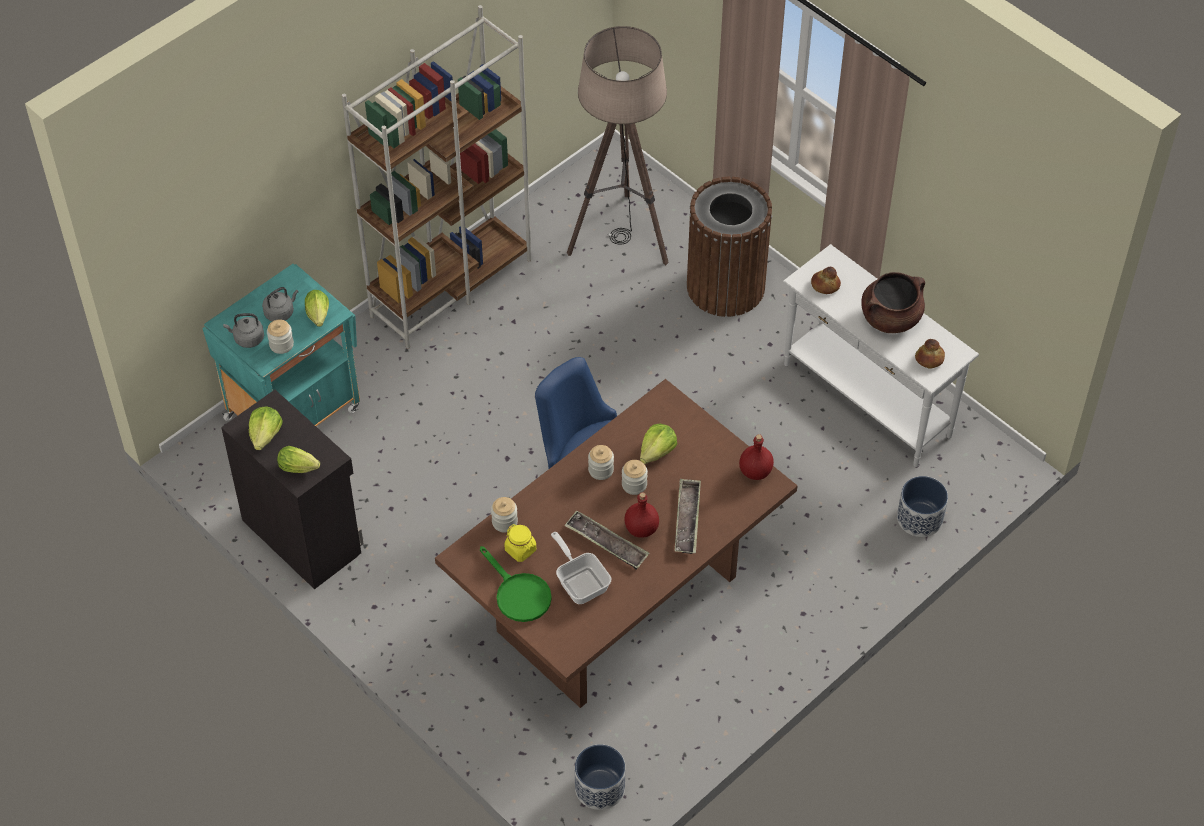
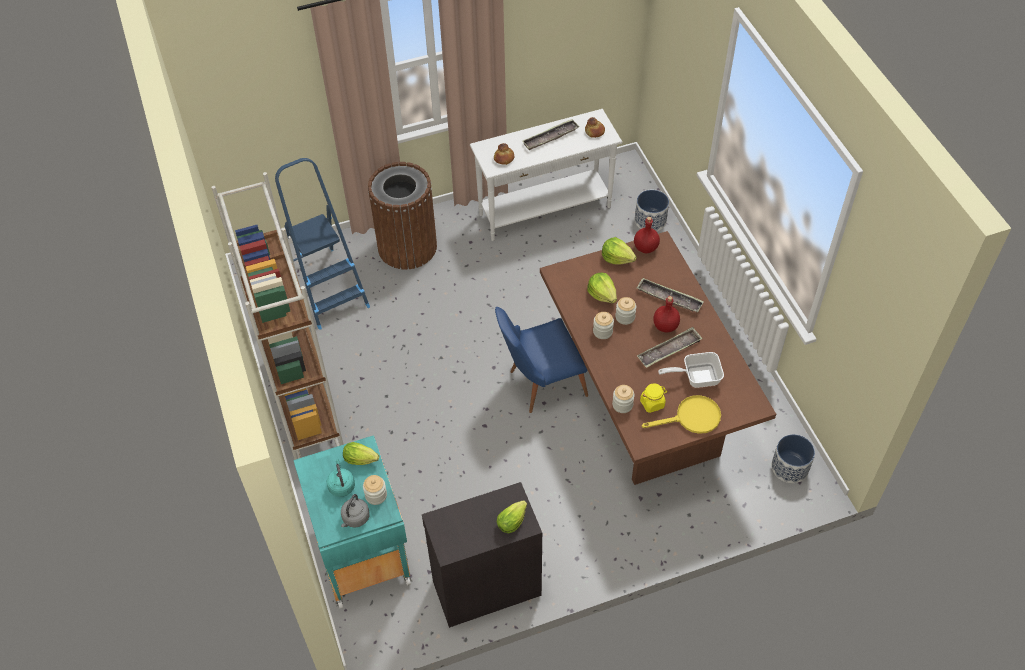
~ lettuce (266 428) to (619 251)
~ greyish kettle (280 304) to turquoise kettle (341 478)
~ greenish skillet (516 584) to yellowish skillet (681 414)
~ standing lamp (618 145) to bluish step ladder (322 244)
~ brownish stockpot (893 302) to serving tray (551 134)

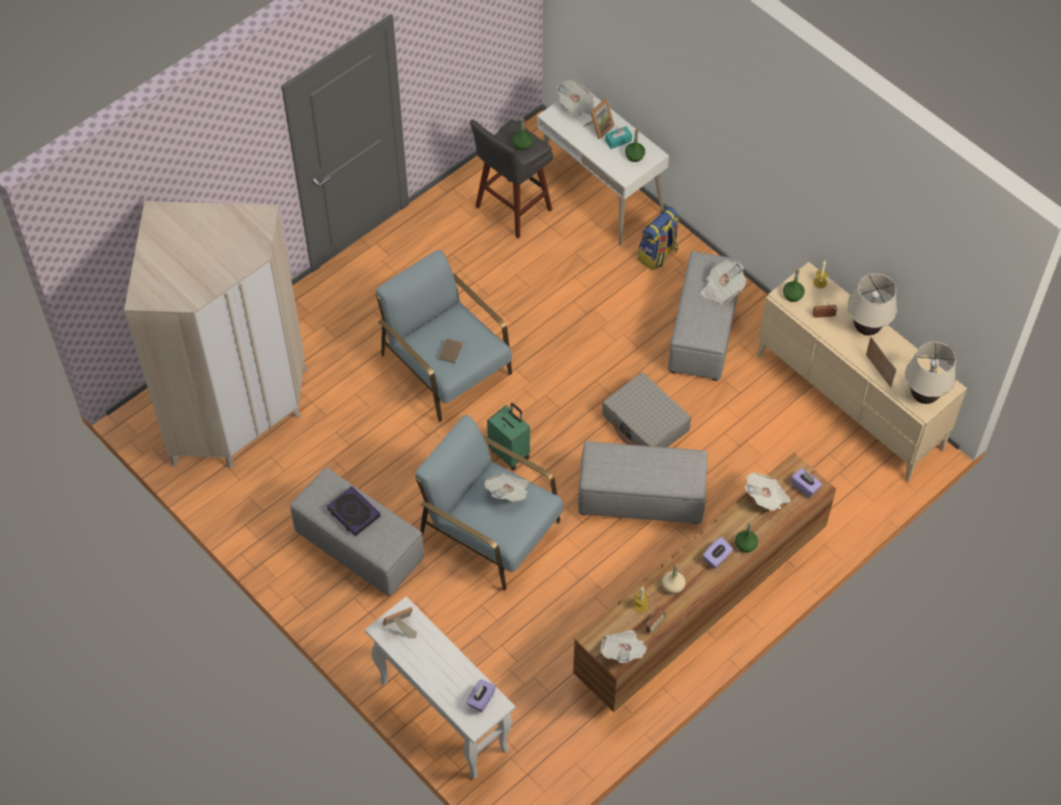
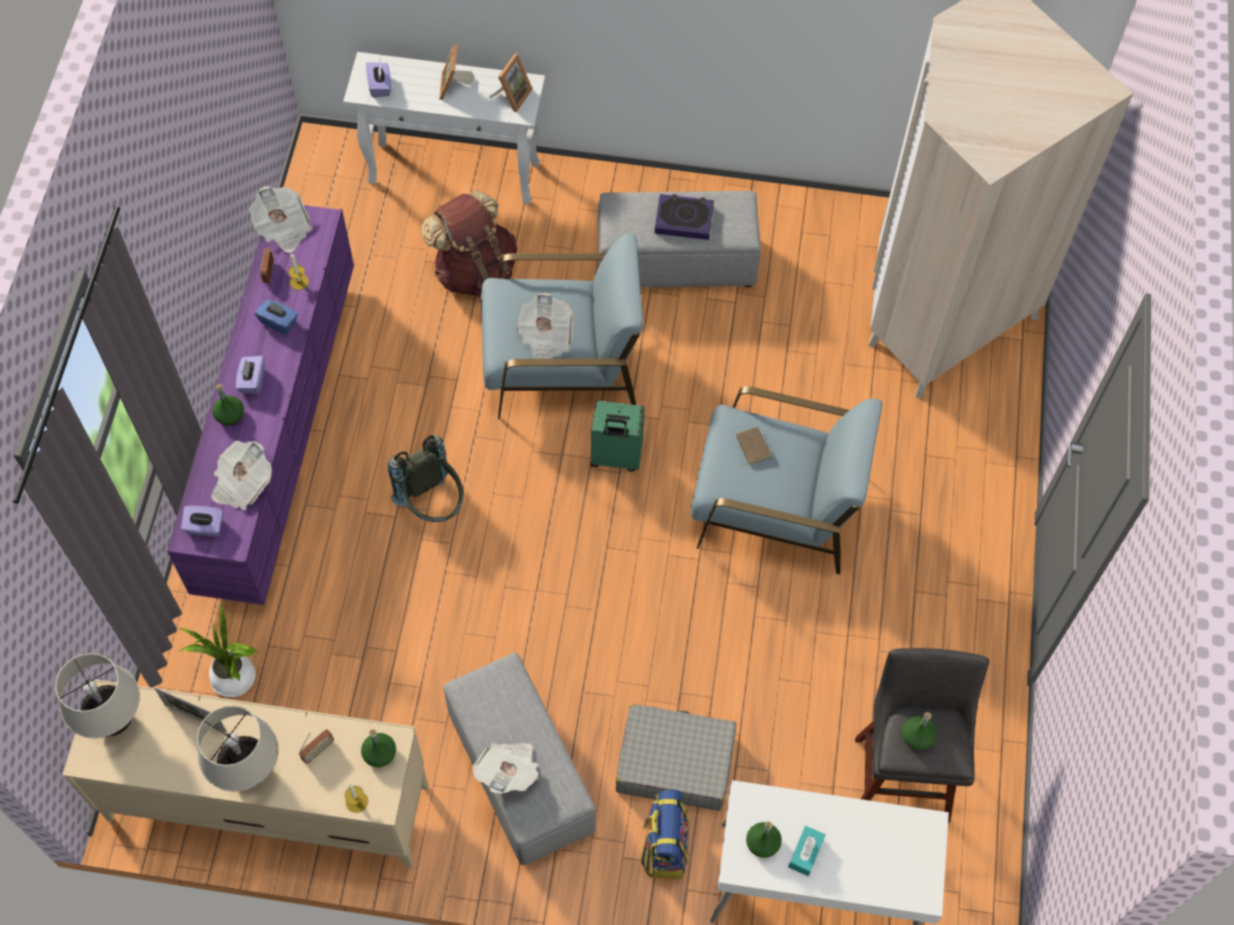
- printed paper (575 98)
~ brownish cabinet (704 582) to purple-coloured cabinet (260 405)
~ greyish ottoman (642 482) to greyish backpack (426 478)
~ picture frame (599 118) to (457 72)
~ greyish travel case (646 410) to (675 757)
~ beige-coloured drink bottle (674 578) to bluish tissue holder (276 316)
+ plant in a pot (218 650)
+ brownish backpack (469 243)

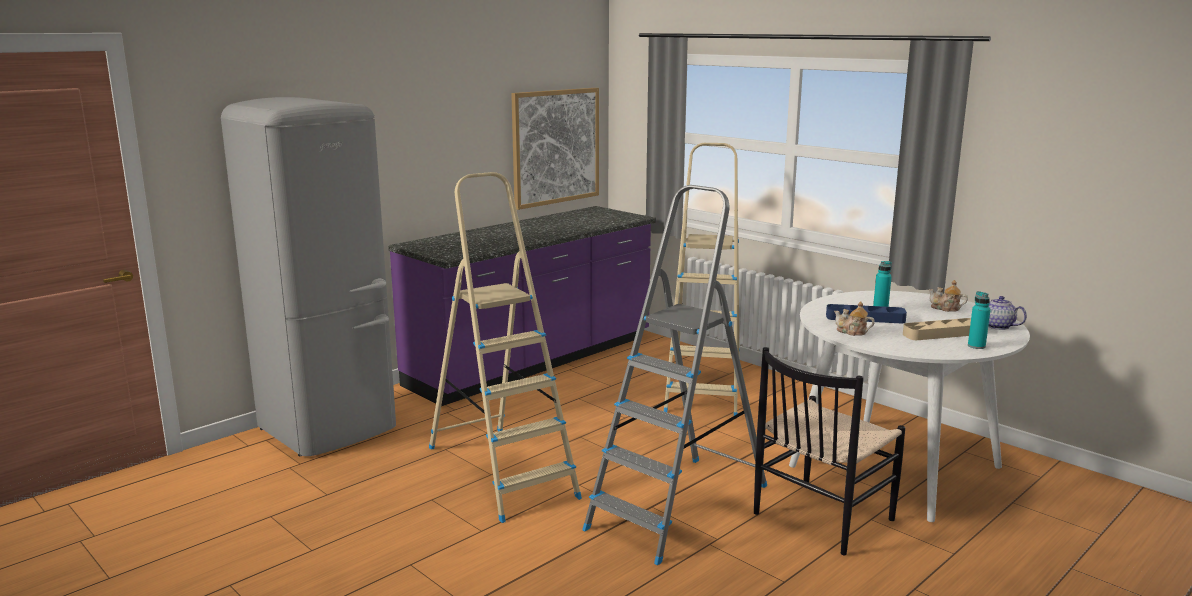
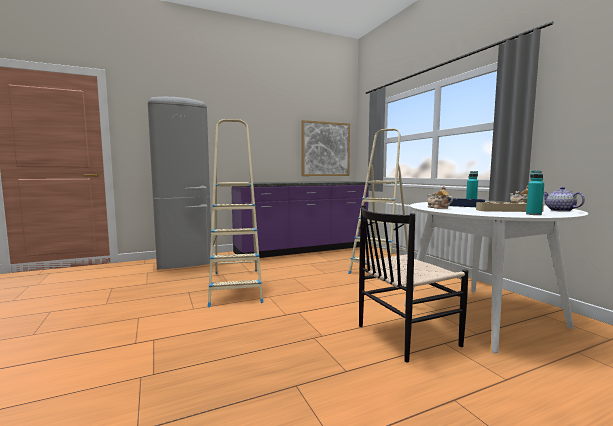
- greyish step ladder (674 375)

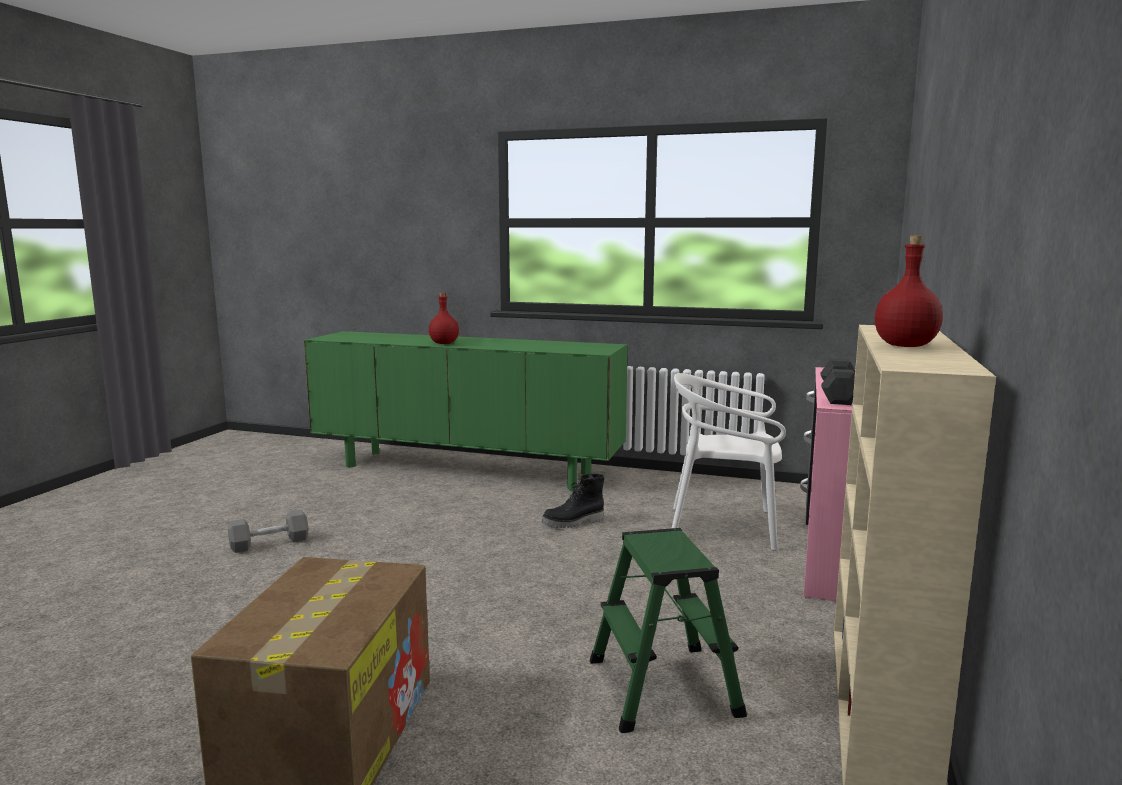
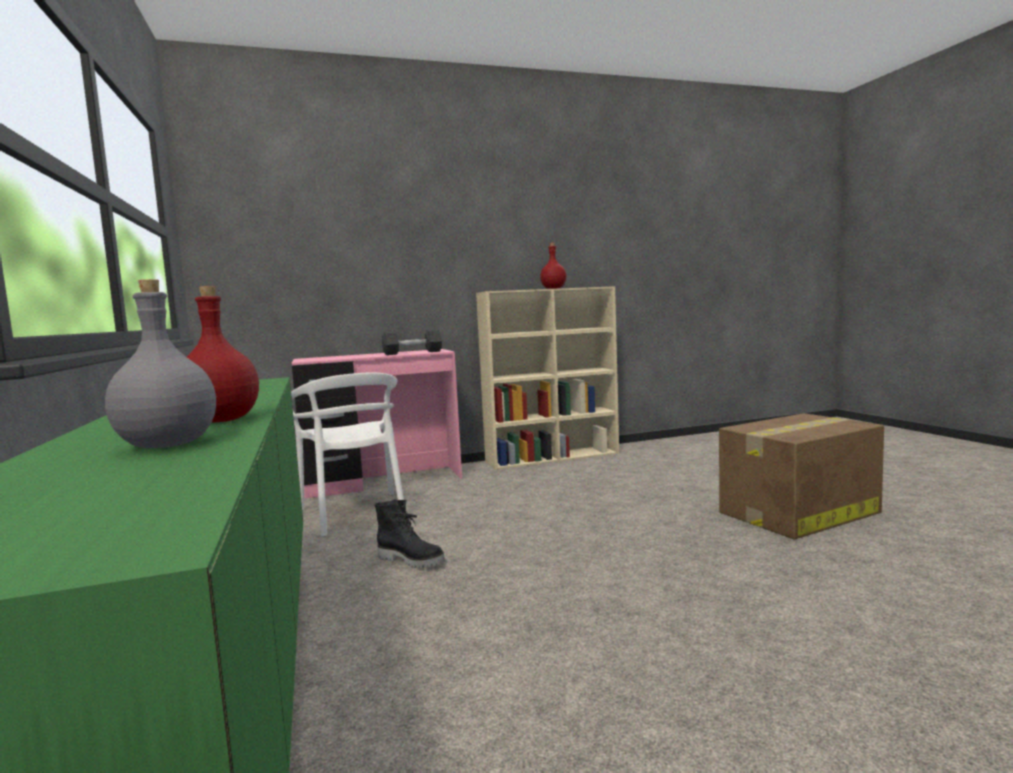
- greyish hand weight (268 531)
- greenish step ladder (668 630)
+ greyish drink bottle (160 363)

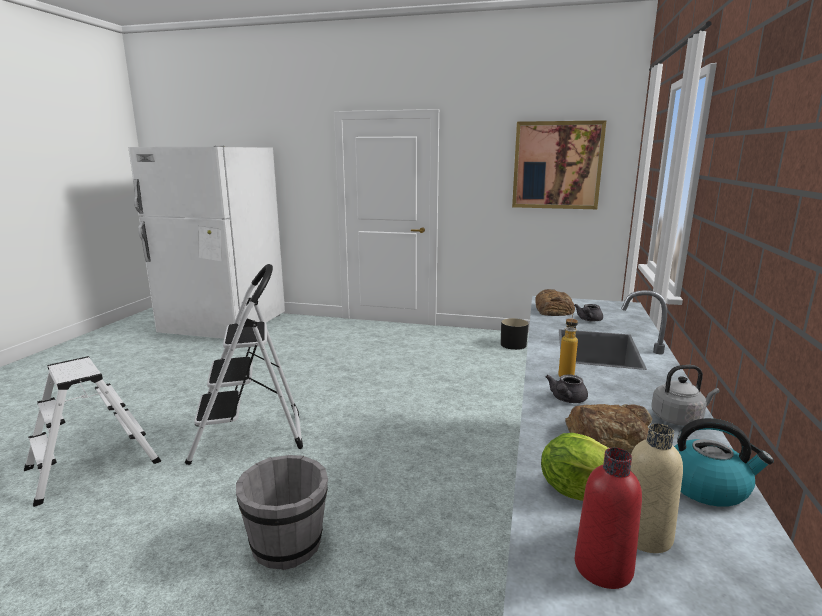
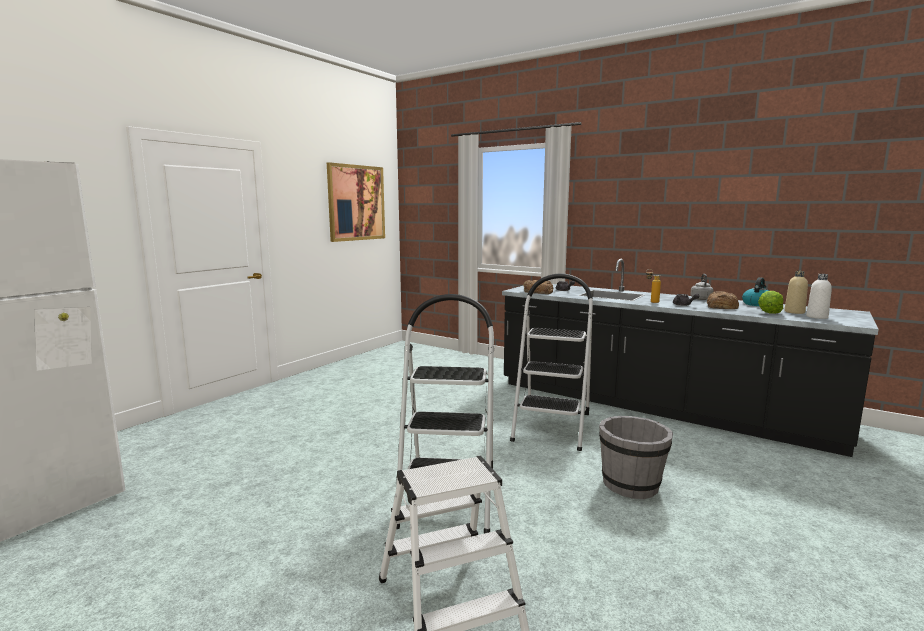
- black-coloured flower pot (515 334)
~ red drink bottle (608 518) to white drink bottle (819 296)
+ step ladder (551 362)

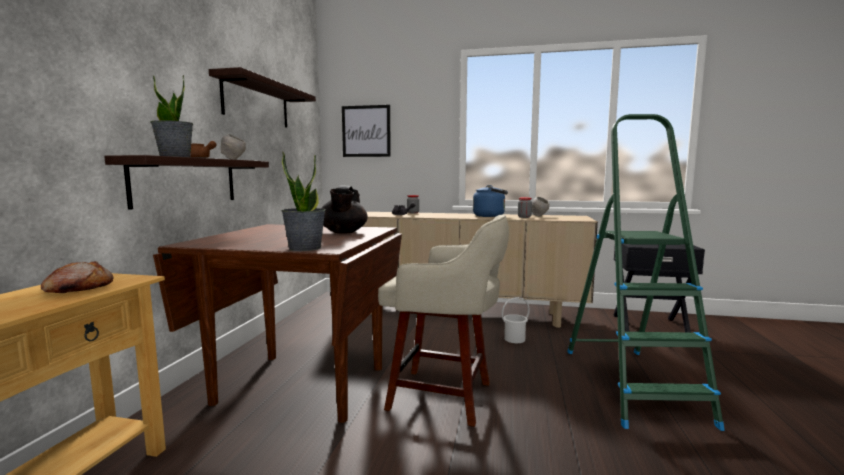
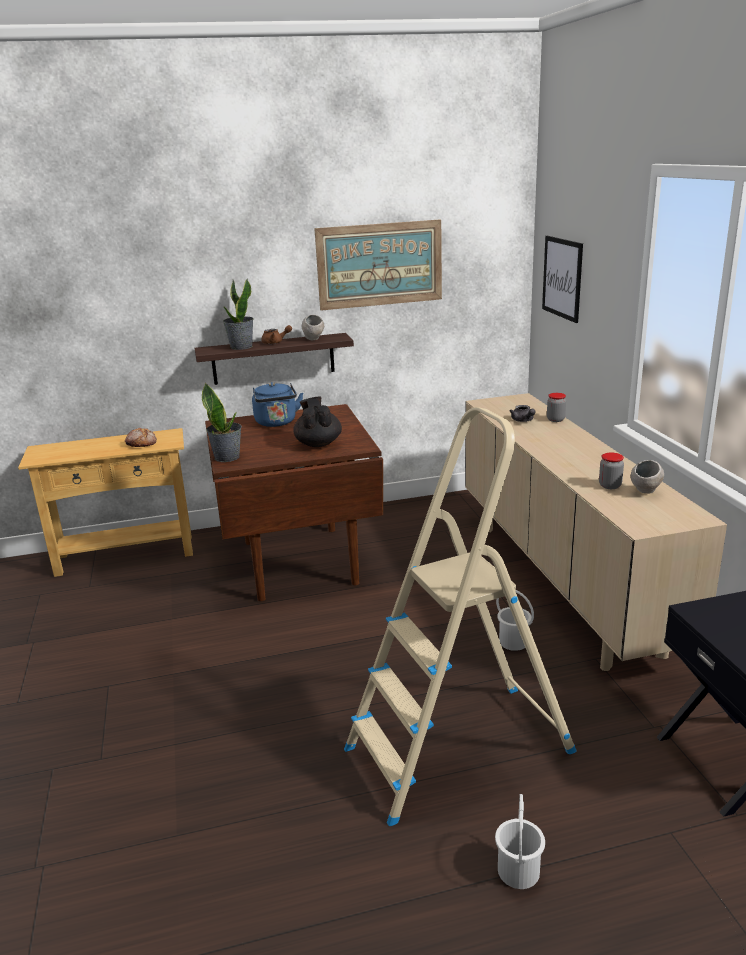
~ bracket shelf (262 97) to wall art (378 265)
~ black-coloured teapot (344 210) = (317 421) 105 degrees clockwise
- beige-coloured sitting stool (443 321)
~ bluish kettle (490 201) to (277 404)
~ greenish step ladder (646 272) to beige-coloured step ladder (460 616)
+ white pail (520 841)

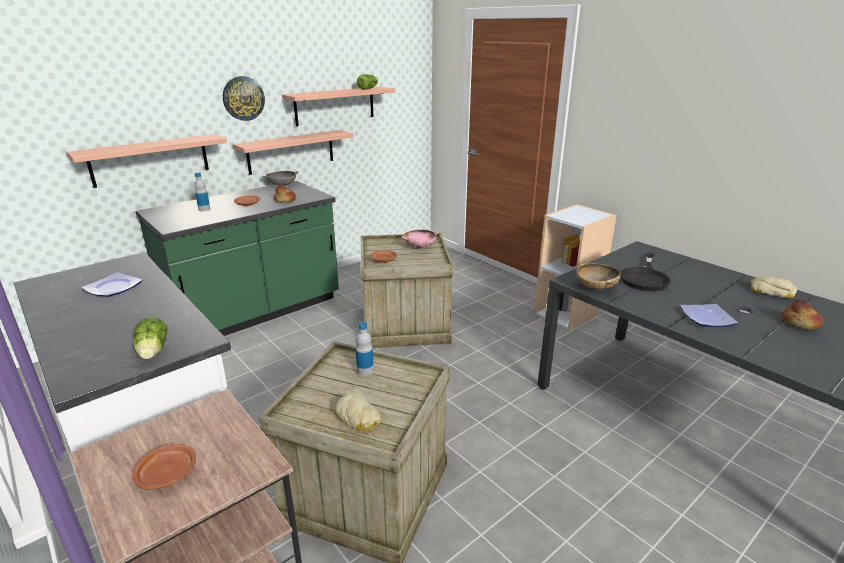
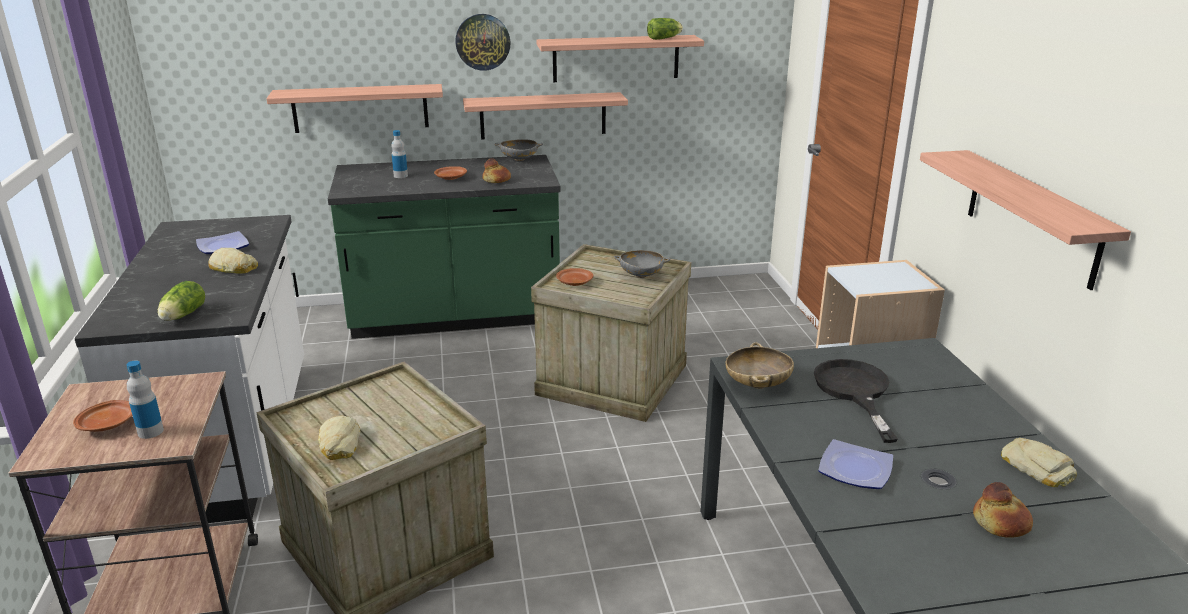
~ drink bottle (365 348) to (145 400)
~ pink-coloured serving bowl (419 239) to greyish serving bowl (642 264)
~ black-coloured skillet (645 272) = (856 401) 120 degrees clockwise
+ bread (233 260)
+ bracket shelf (1025 220)

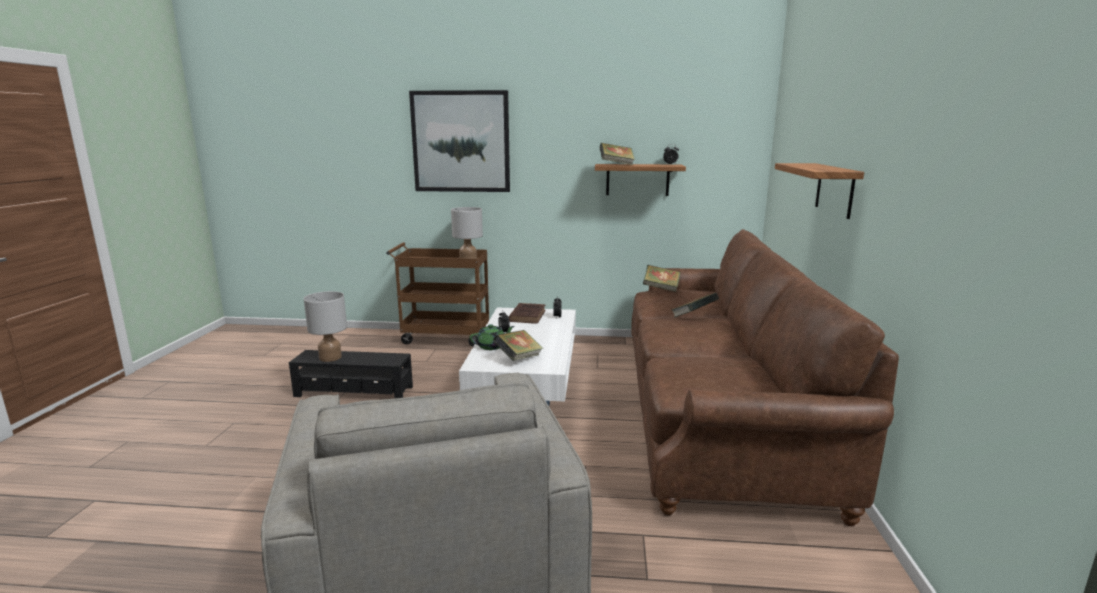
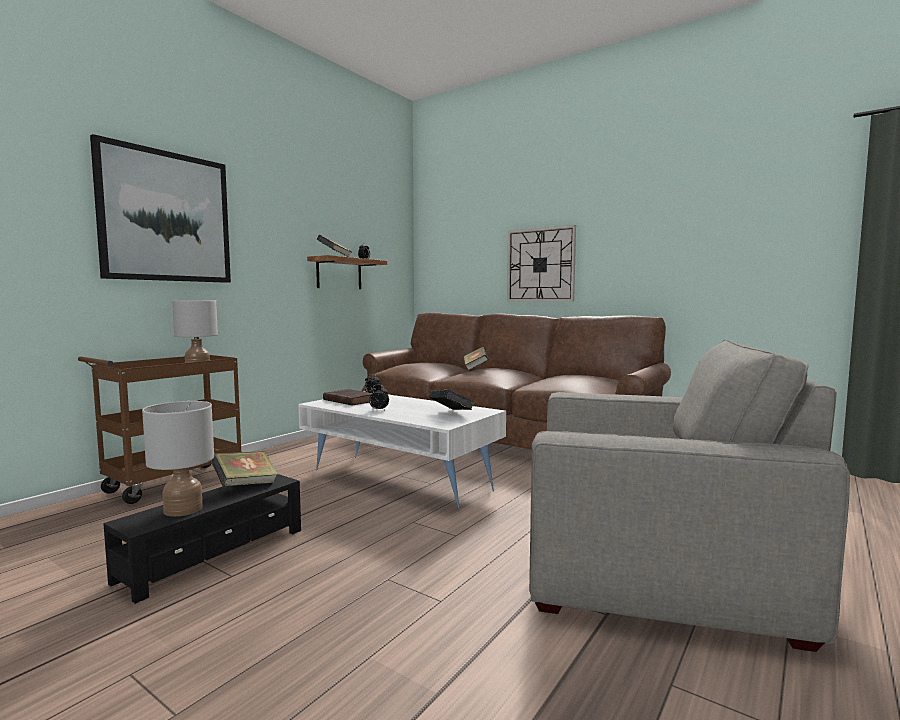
- greenish teapot (491 337)
~ book (661 278) to (244 469)
~ bracket shelf (819 191) to wall clock (541 263)

